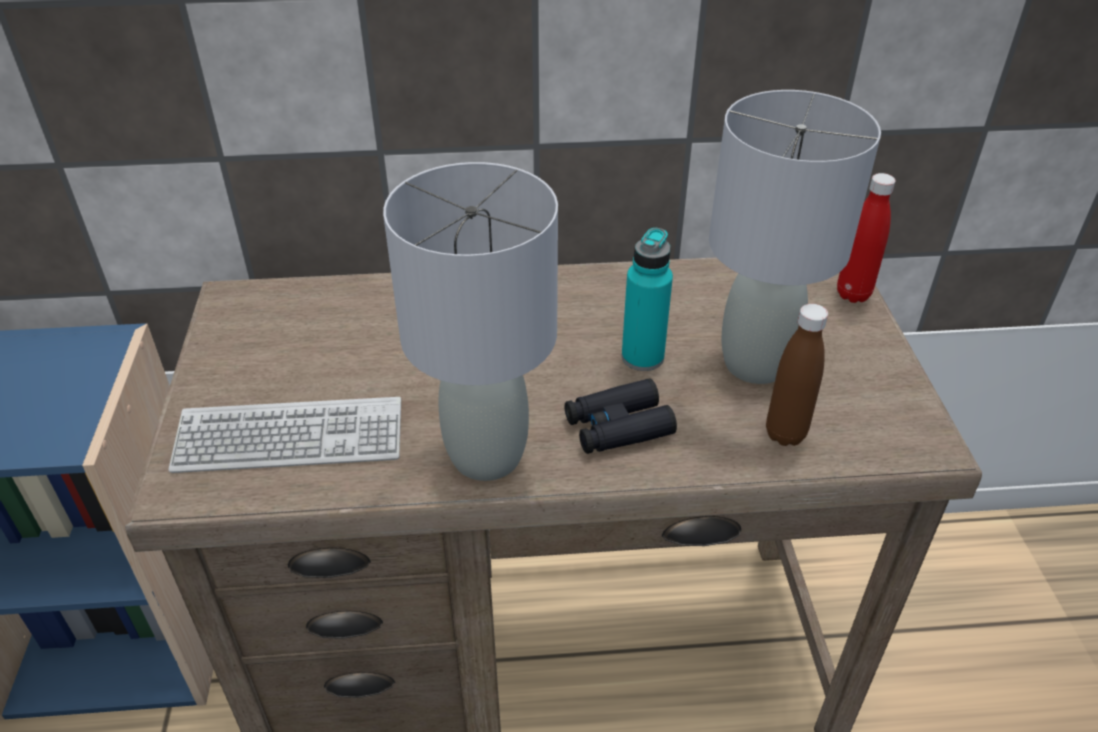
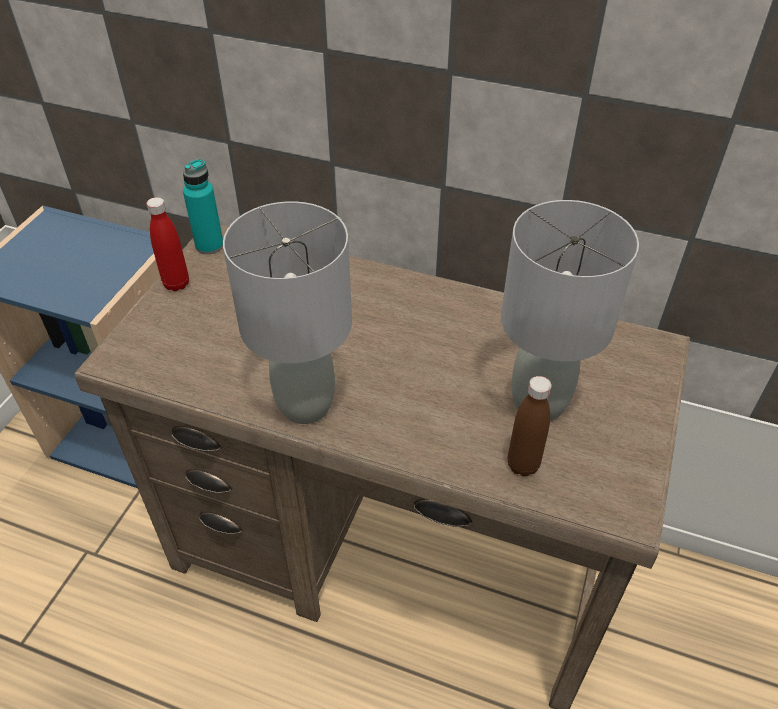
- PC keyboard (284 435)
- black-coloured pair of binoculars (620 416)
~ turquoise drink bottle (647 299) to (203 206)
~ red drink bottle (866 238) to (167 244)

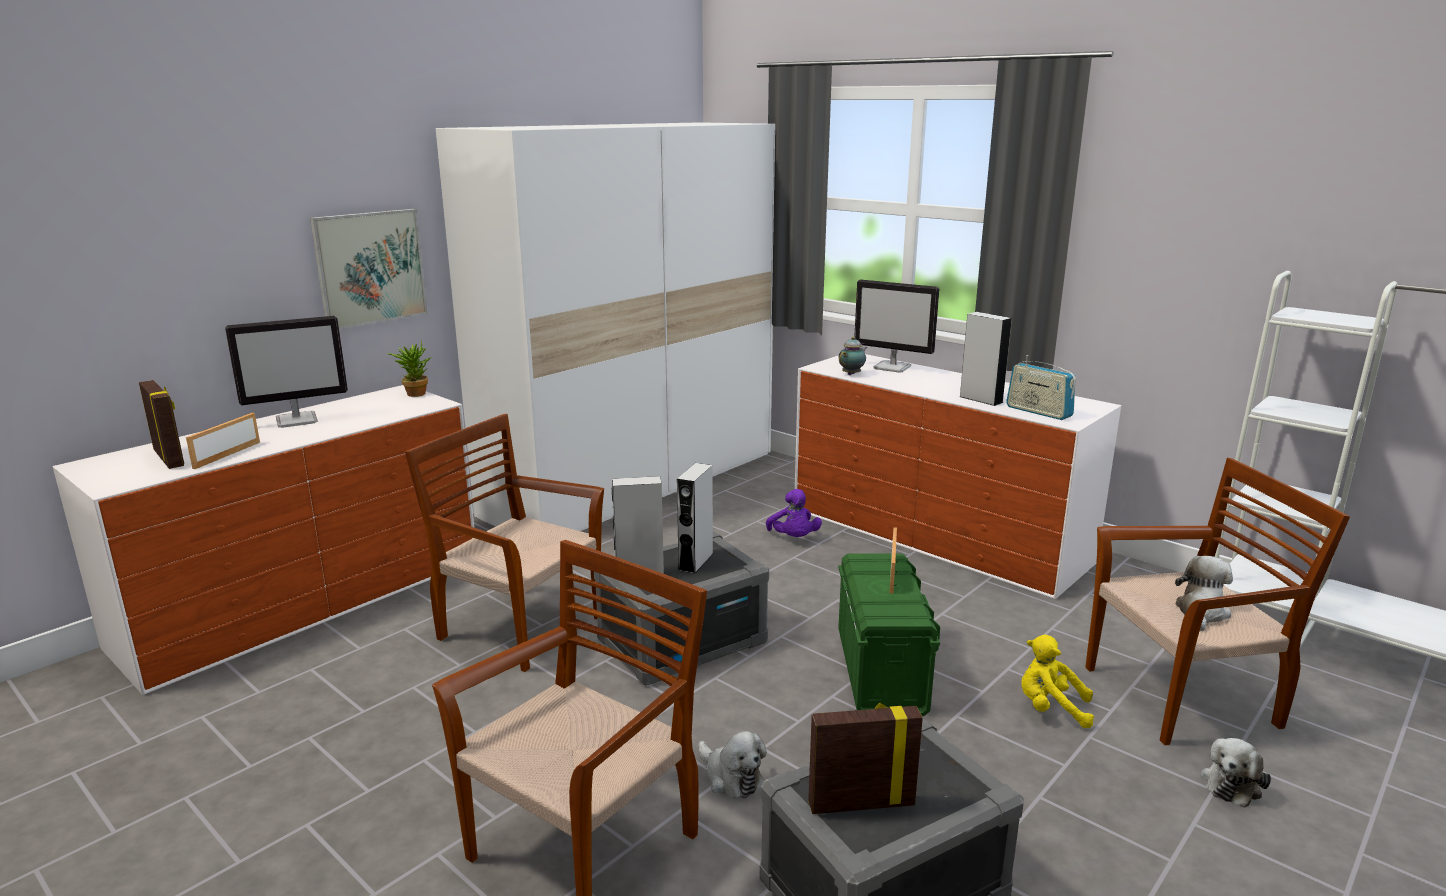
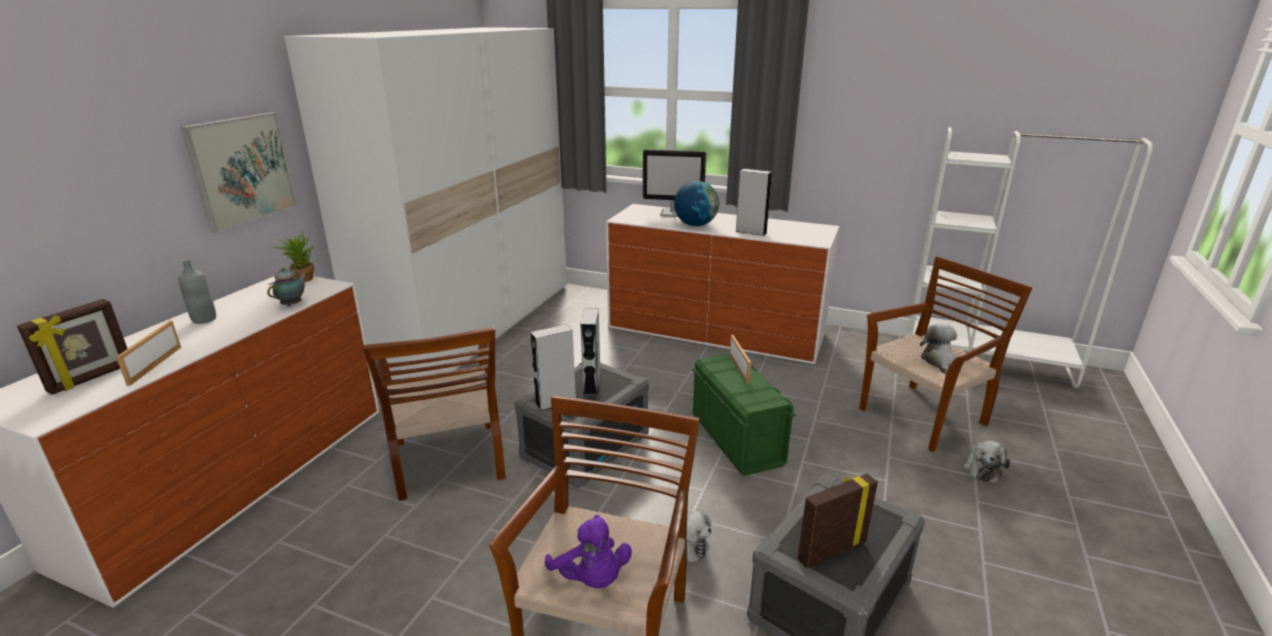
~ picture frame (161 424) = (72 347) 90 degrees clockwise
~ computer display (286 372) to greyish drink bottle (197 291)
~ brownish easy chair (504 543) = (434 414) 120 degrees counterclockwise
~ purple-coloured cuddly toy (794 513) to (588 551)
~ teapot (853 356) to (287 286)
- radio (1041 387)
- yellowish cuddly toy (1057 681)
+ globe (696 203)

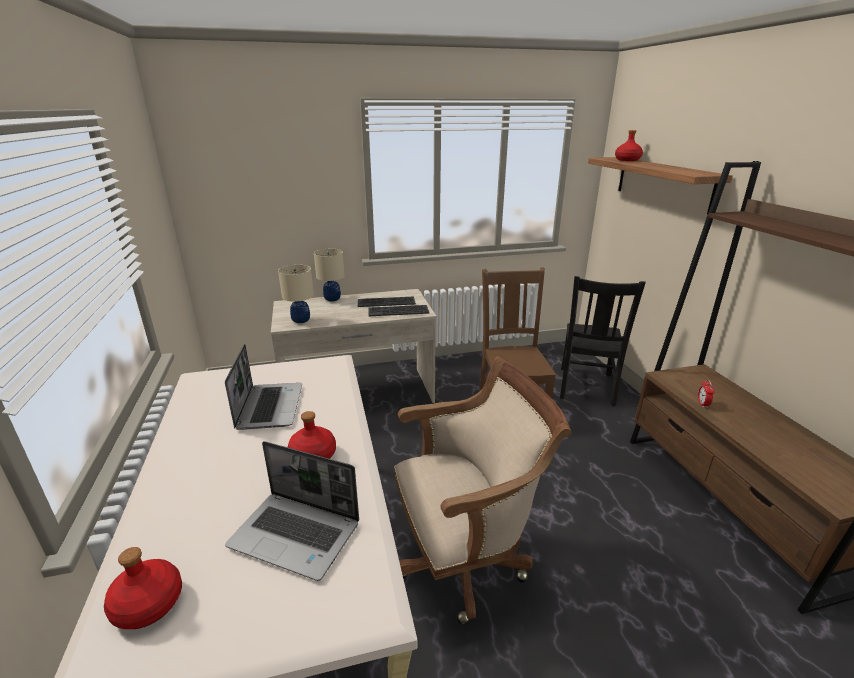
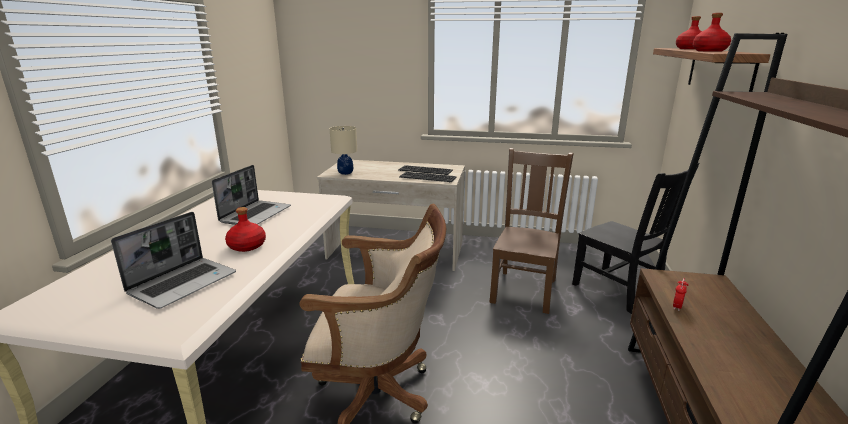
~ red drink bottle (143 588) to (712 32)
~ laptop (292 511) = (173 260) 105 degrees counterclockwise
- beige-coloured lamp for a table (329 275)
~ black-coloured plain chair (603 341) = (636 238) 75 degrees counterclockwise

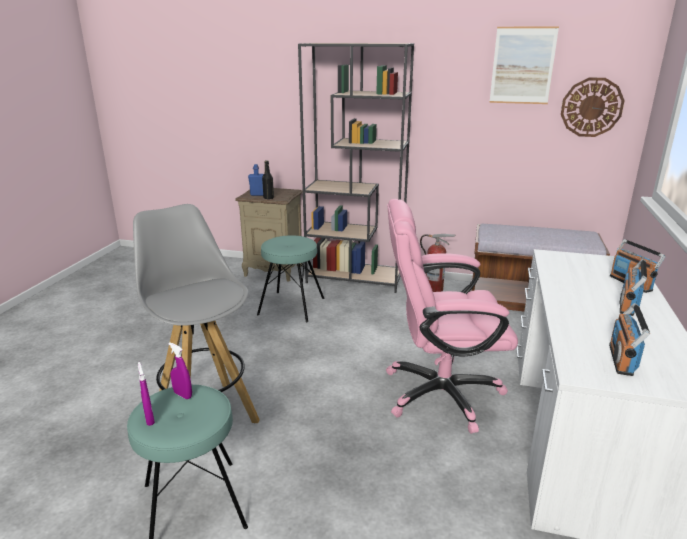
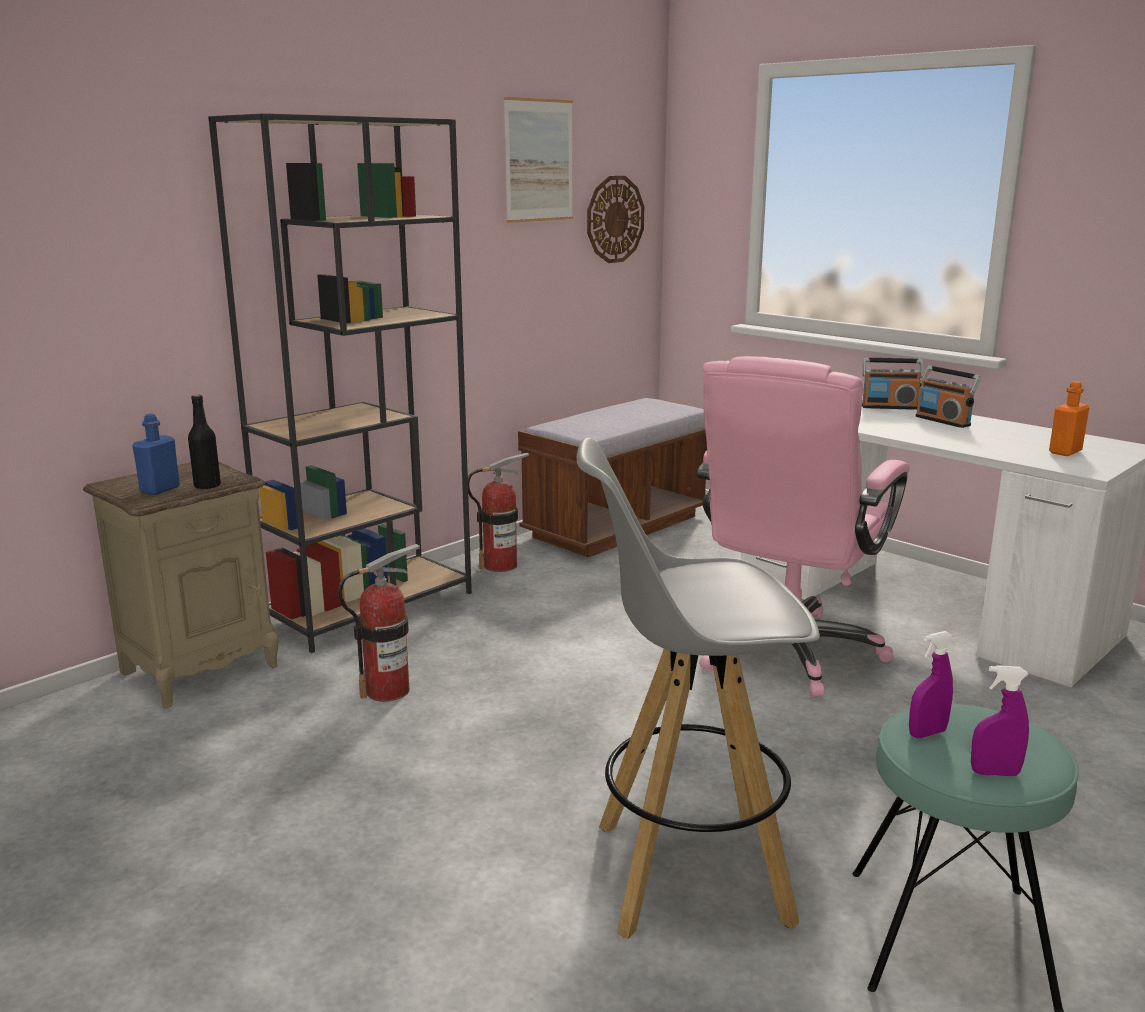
~ turquoise sitting stool (291 278) to extinguisher (379 623)
~ radio (629 339) to orangey drink bottle (1069 418)

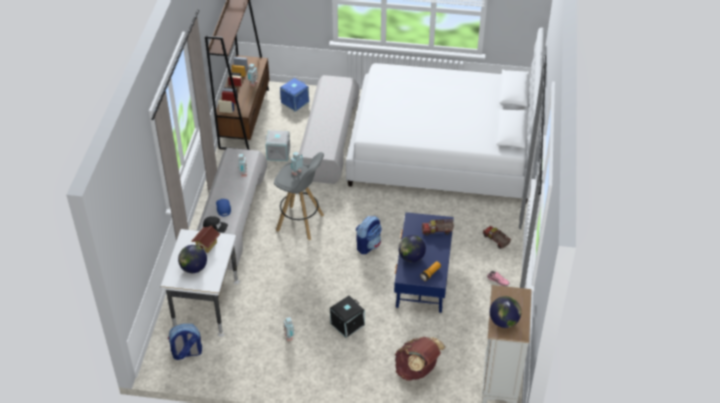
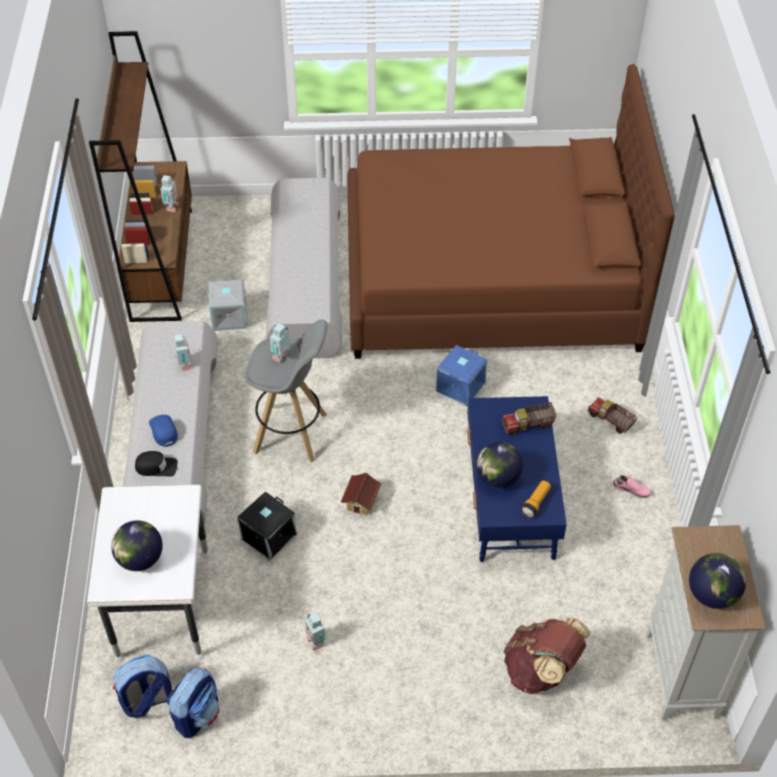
~ toy house (206 239) to (361 494)
~ bluish storage container (294 95) to (462 375)
~ black-coloured storage container (347 317) to (267 526)
~ white bed (445 115) to brownish bed (511 211)
~ backpack (369 235) to (193 703)

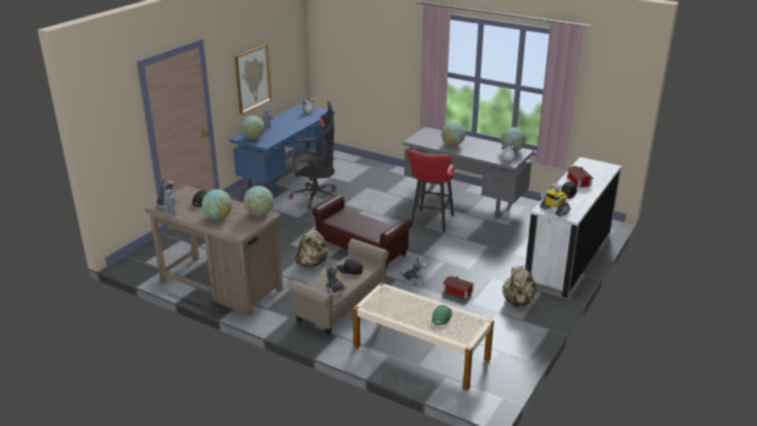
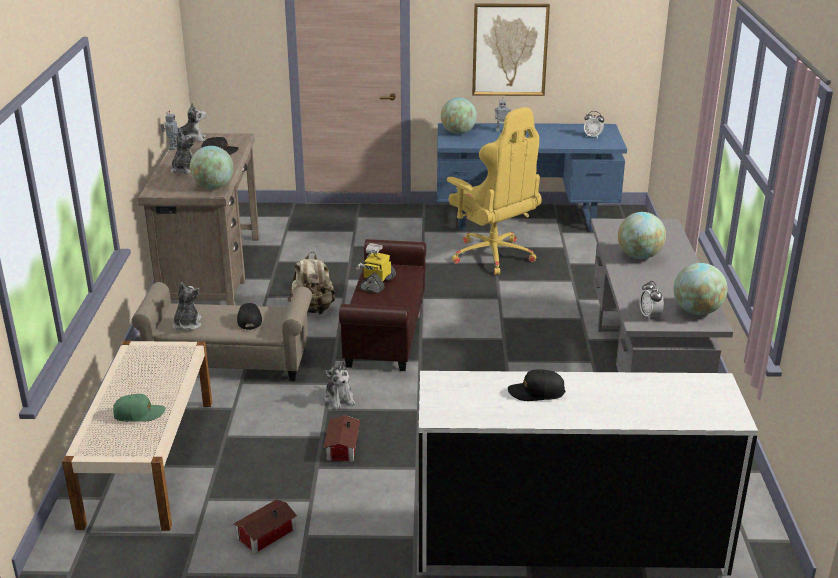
~ globe (216 204) to cuddly toy (183 152)
~ black-coloured office chair (313 155) to yellowish office chair (494 191)
- red sitting stool (431 191)
- beige-coloured backpack (519 286)
~ robot figure (555 200) to (376 268)
~ toy house (580 177) to (265 527)

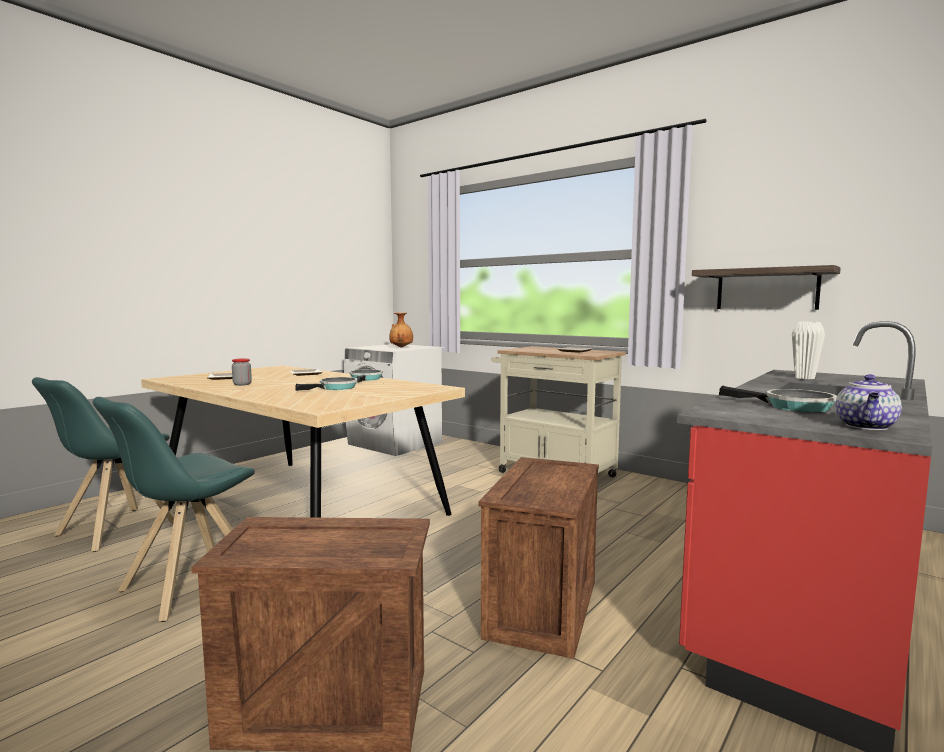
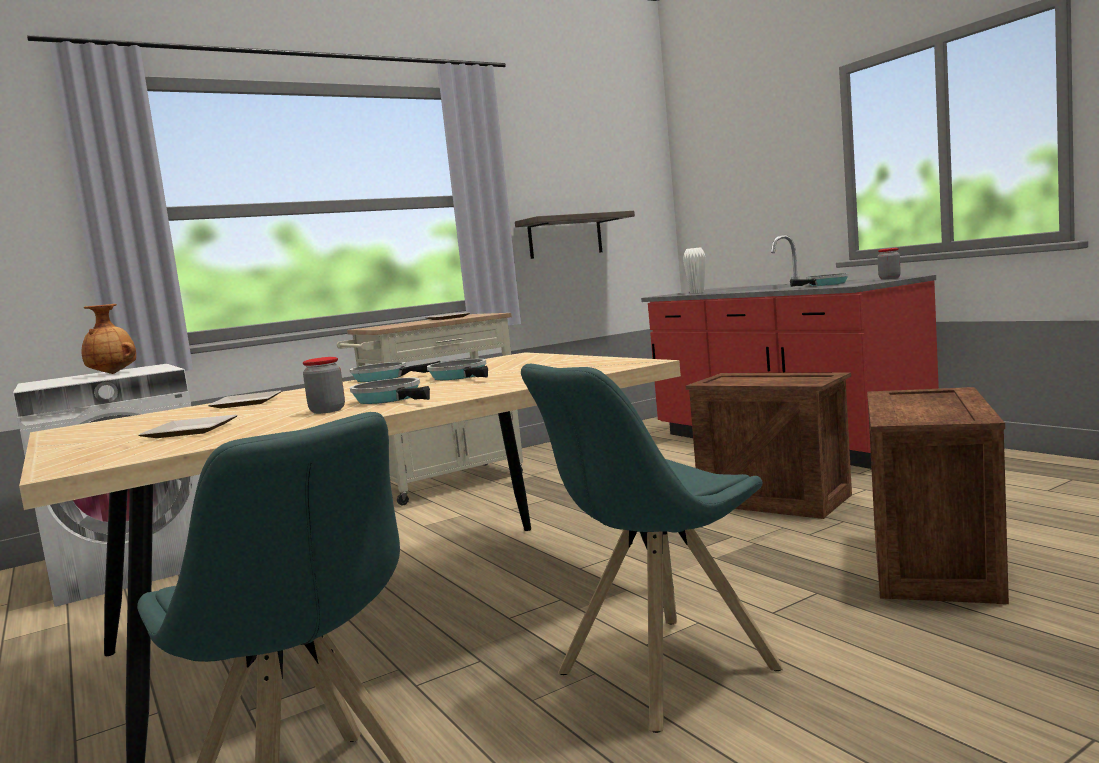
~ turquoise plain chair (174 509) = (652 548) 90 degrees clockwise
~ teapot (868 402) to storage jar (889 264)
+ skillet (390 391)

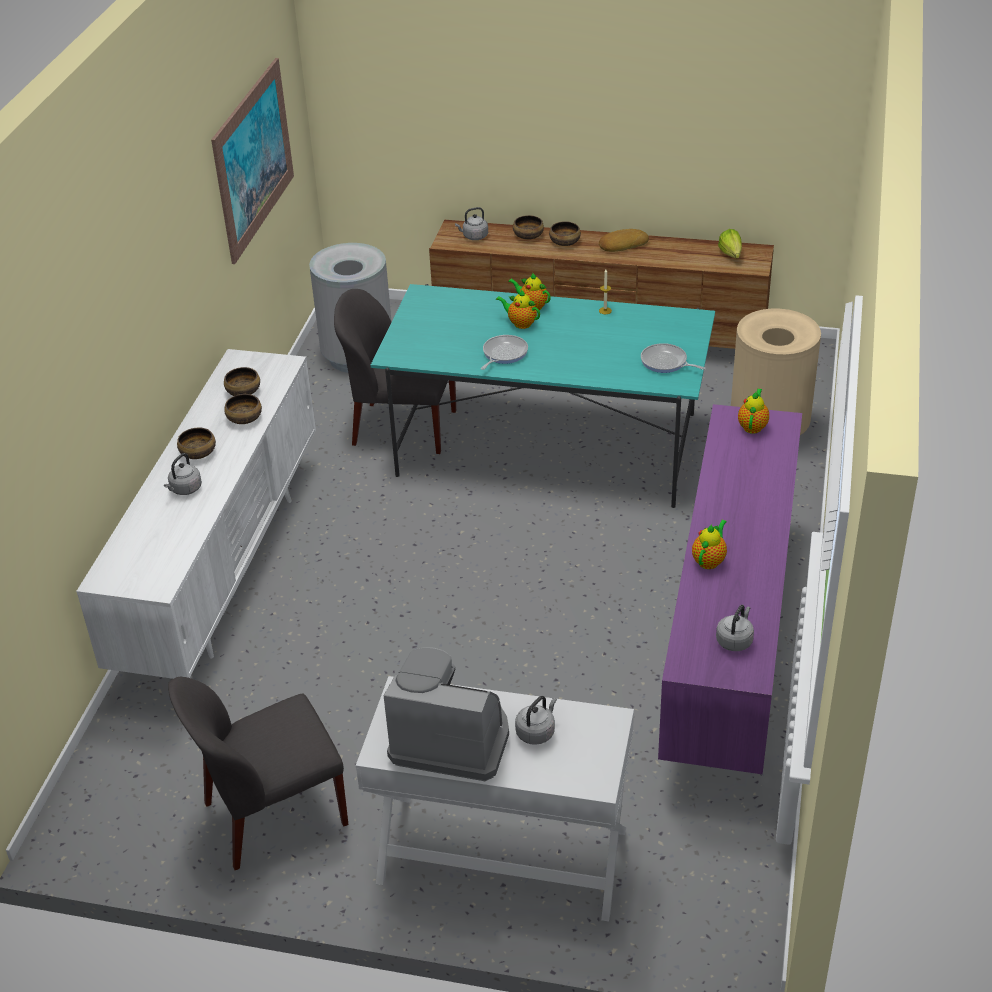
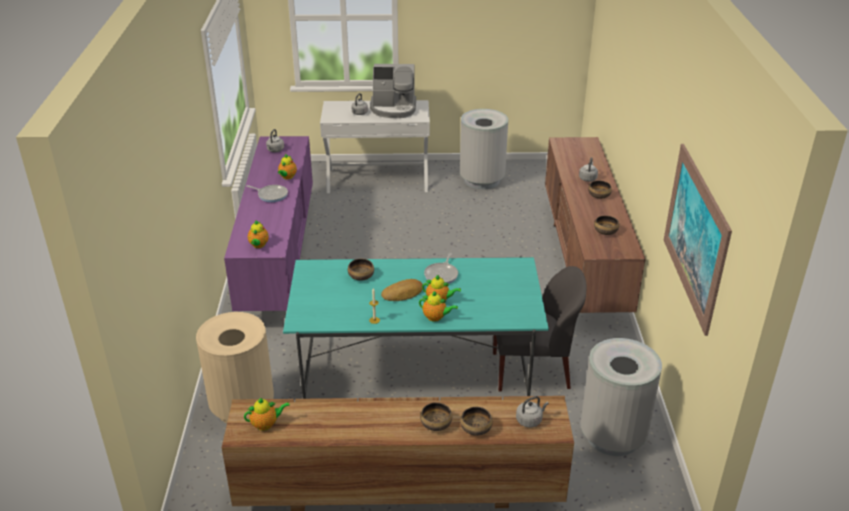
~ white cabinet (196 514) to brownish cabinet (595 225)
~ greyish plain chair (258 773) to greyish rubbish bin (484 149)
~ serving bowl (243 409) to (361 270)
~ bread (624 240) to (402 290)
~ skillet (673 358) to (267 193)
~ lettuce (730 243) to teapot (267 414)

